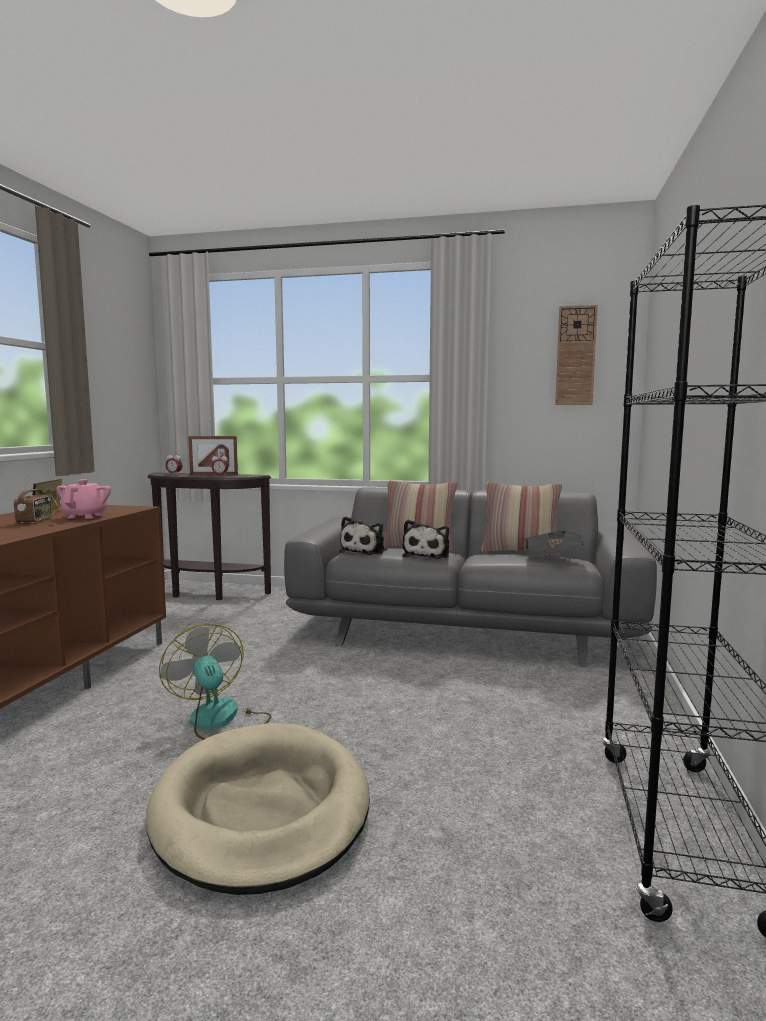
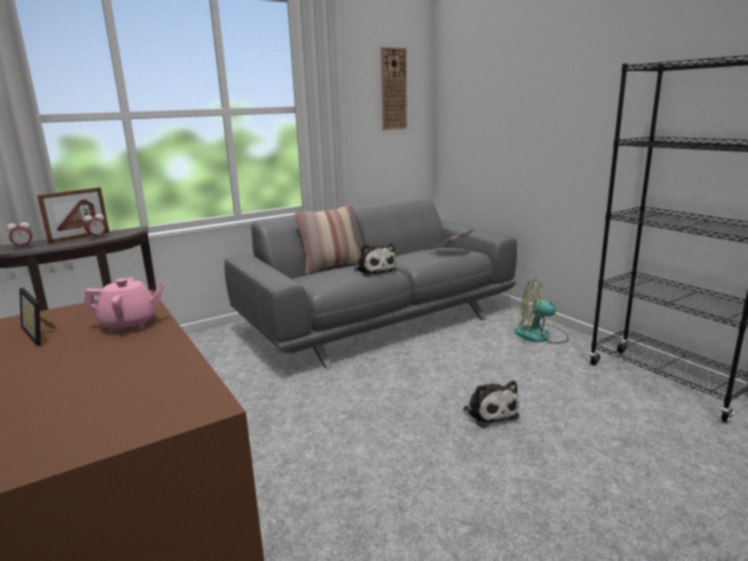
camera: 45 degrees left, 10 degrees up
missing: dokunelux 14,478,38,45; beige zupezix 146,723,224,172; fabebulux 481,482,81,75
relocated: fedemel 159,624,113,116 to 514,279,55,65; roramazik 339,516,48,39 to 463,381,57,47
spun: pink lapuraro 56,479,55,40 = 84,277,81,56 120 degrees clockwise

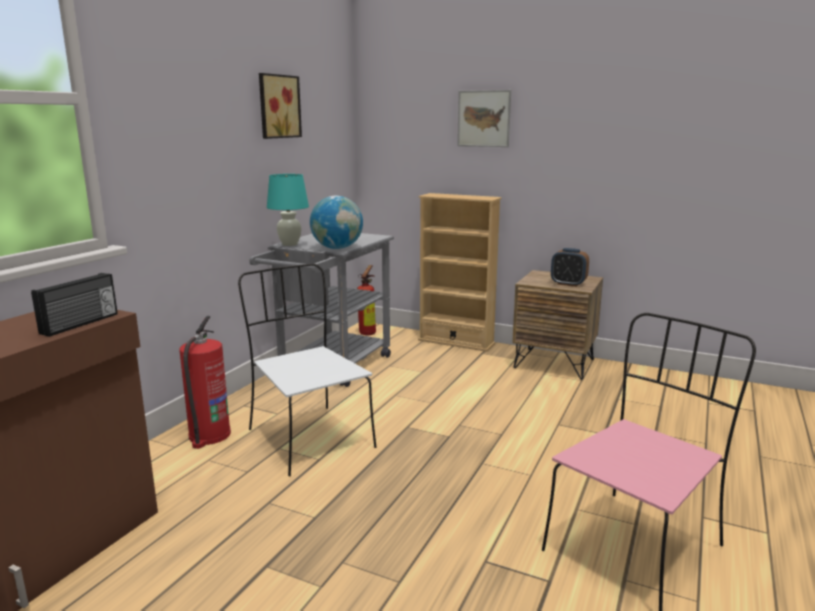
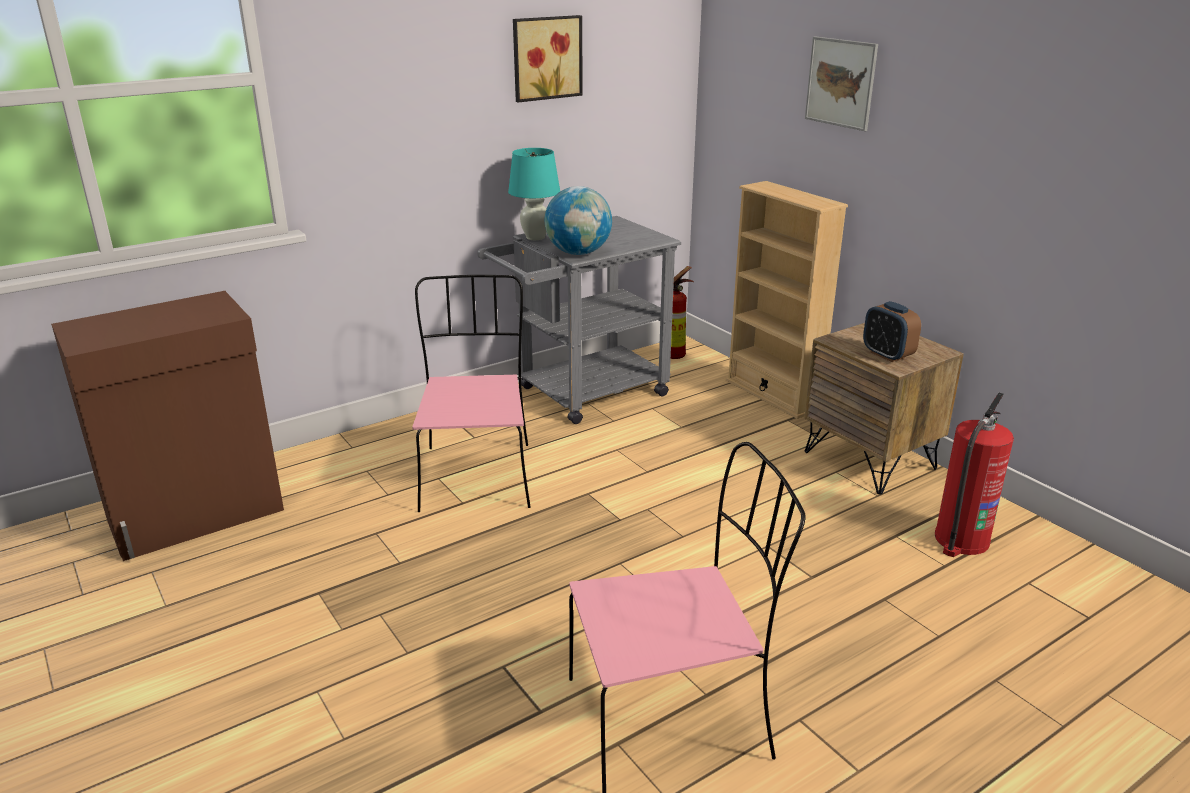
camera: 30 degrees right, 10 degrees up
missing: dokunelux 31,273,87,64
relocated: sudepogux 179,316,52,133 to 935,393,79,164
colour: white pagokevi 238,264,139,212 to pink pagokevi 412,275,119,237

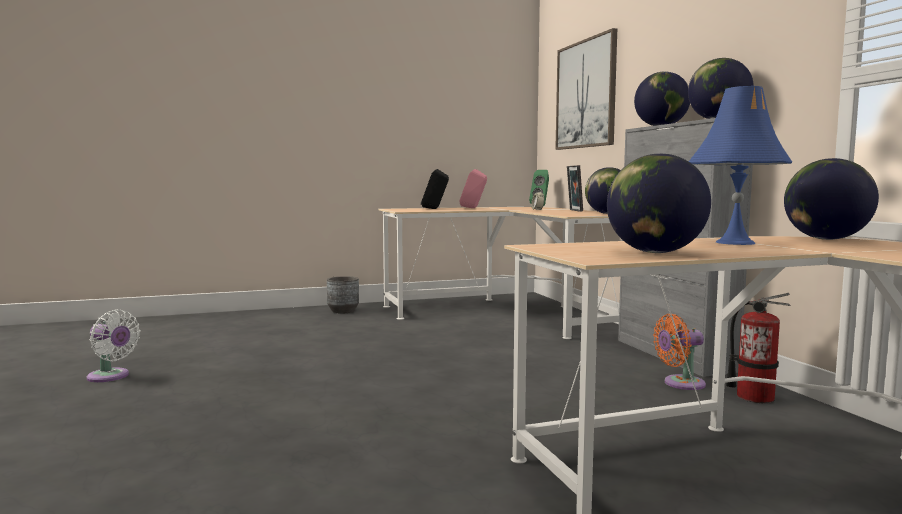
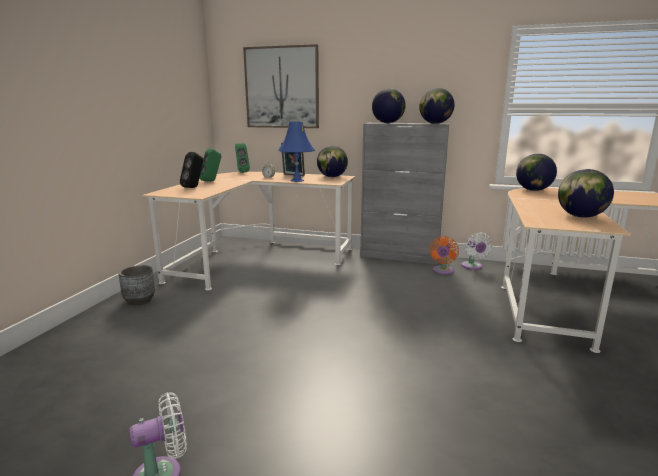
camera: 55 degrees left, 10 degrees up
relocated: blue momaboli 689,86,103,159 to 278,121,37,61
exchanged: sudepogux 726,293,64,110 to white fedemel 461,233,31,37
colour: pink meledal 459,169,28,39 to green meledal 200,148,21,34

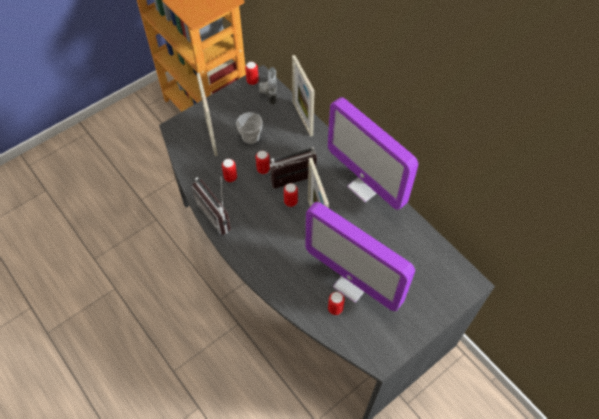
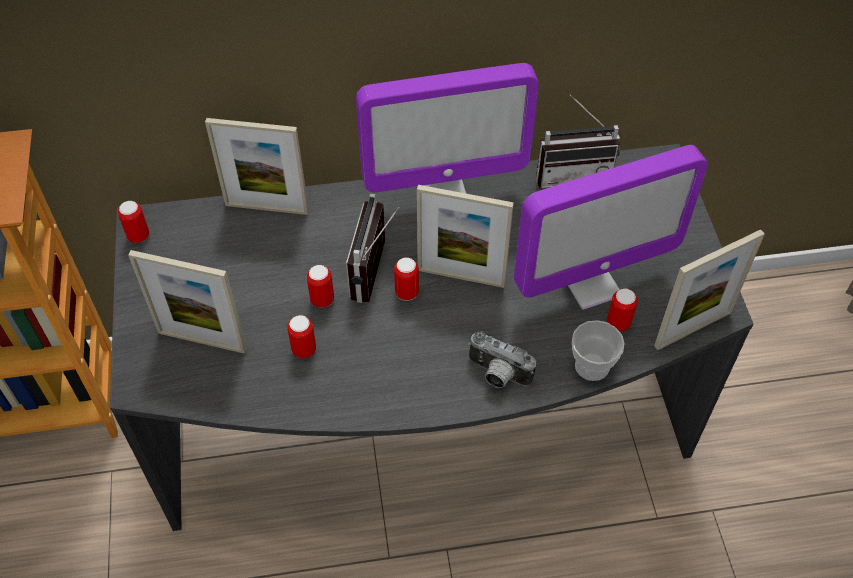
camera: 60 degrees left, 5 degrees down
appeared: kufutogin 654,229,111,121
relocated: dokunelux 192,173,39,62 to 536,94,84,94; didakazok 236,112,27,32 to 572,320,53,61; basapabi 259,67,17,38 to 468,331,68,57

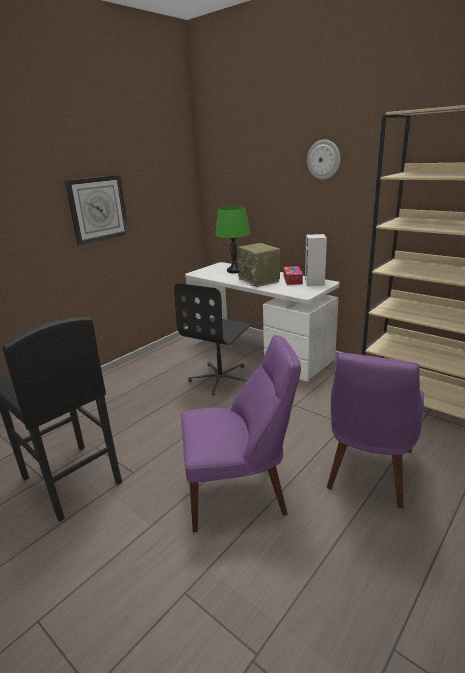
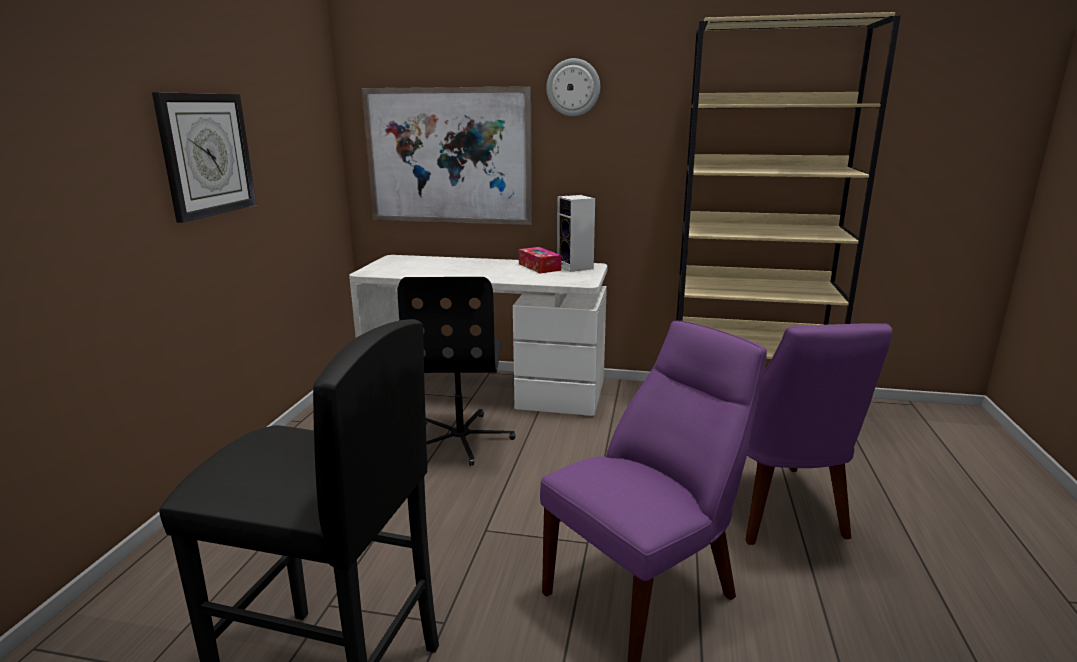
camera: 30 degrees left, 5 degrees down
missing: green momaboli 216,206,34,67; dokunelux 237,243,43,44
appeared: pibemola 361,86,171,139

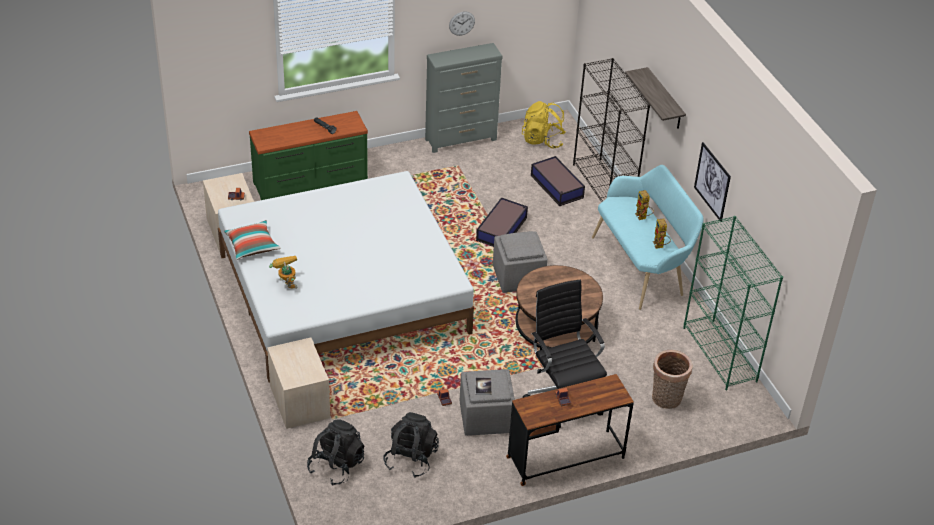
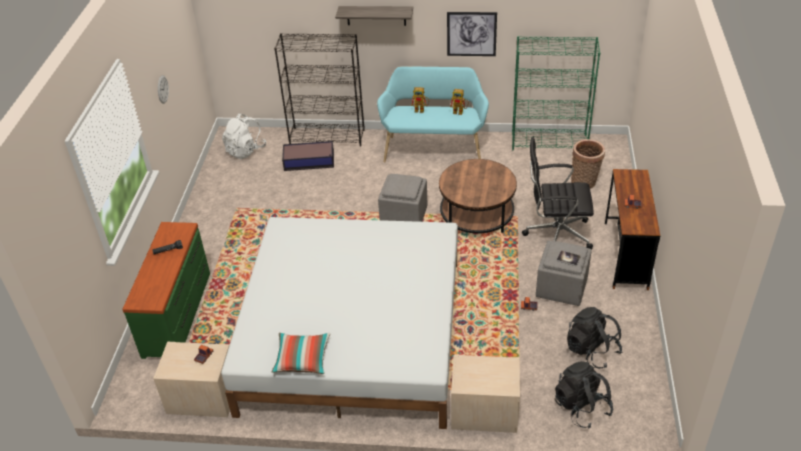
camera: 60 degrees left, 0 degrees up
missing: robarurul 269,256,28,33; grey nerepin 425,43,78,110; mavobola 476,197,52,50
colour: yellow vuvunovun 522,101,44,48 to white vuvunovun 222,113,44,46

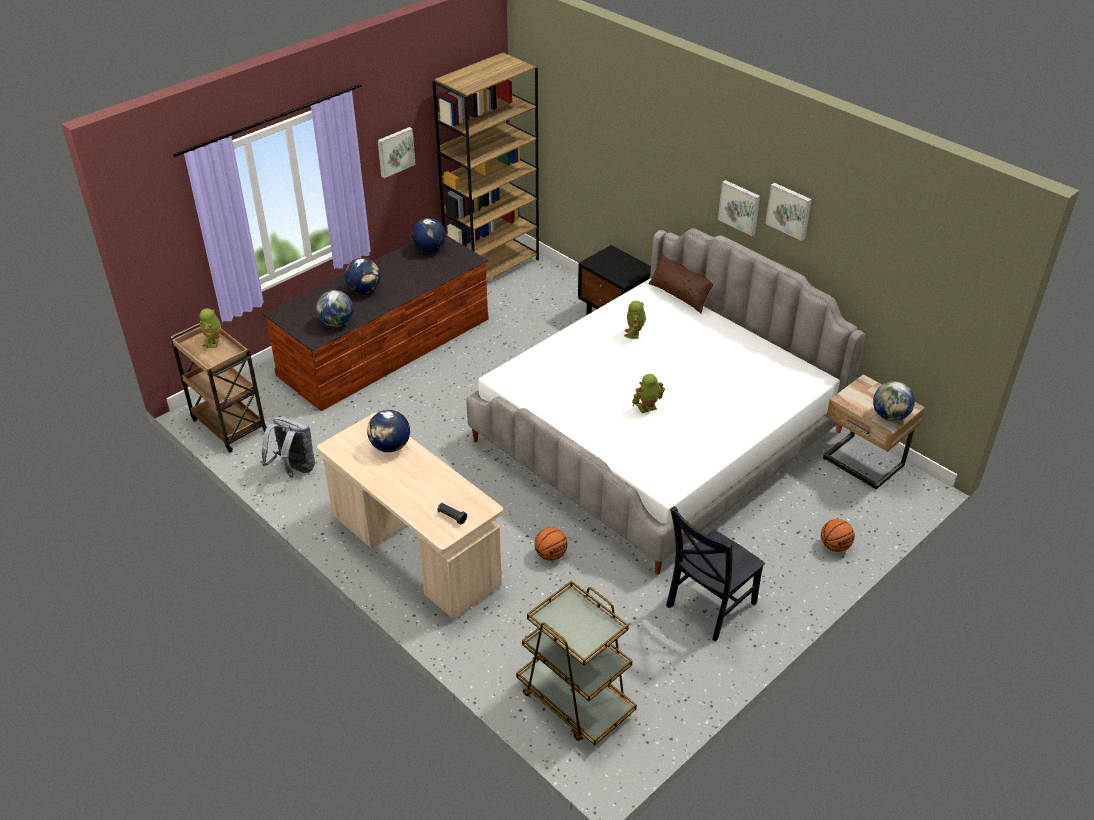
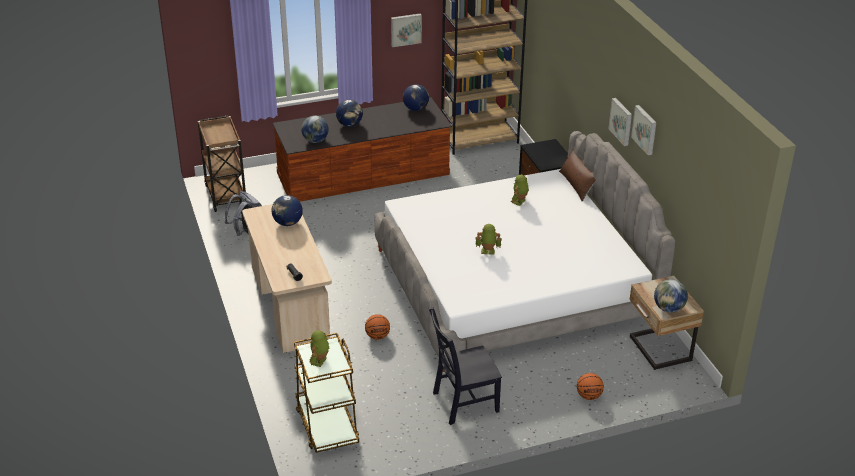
camera: 25 degrees right, 5 degrees down
relocated: robarurul 199,308,22,40 to 309,330,20,37

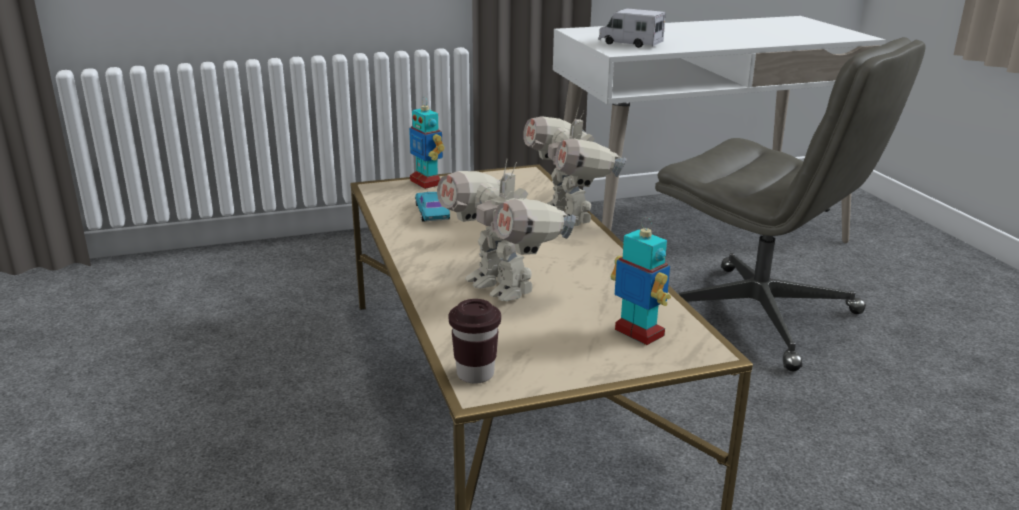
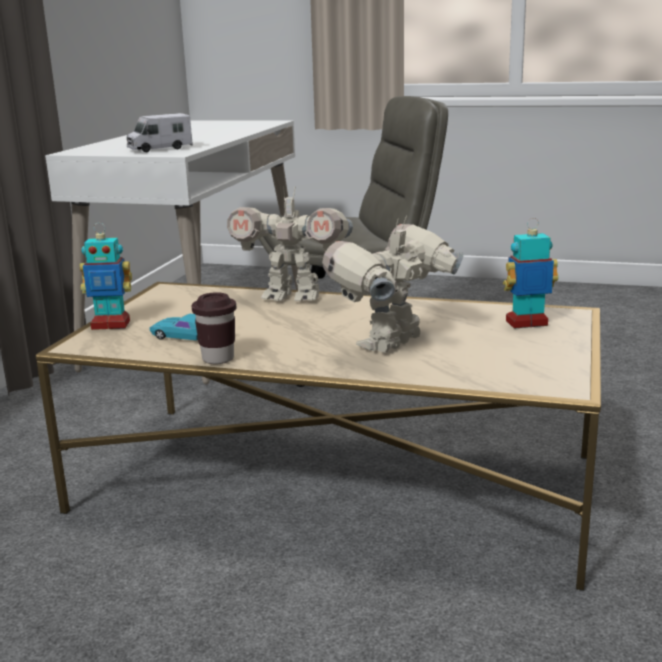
camera: 55 degrees left, 5 degrees down
relocated: brown didakazok 449,299,52,85 to 192,292,44,72
spun: robarurul 437,159,139,142 = 322,216,142,137 135 degrees clockwise

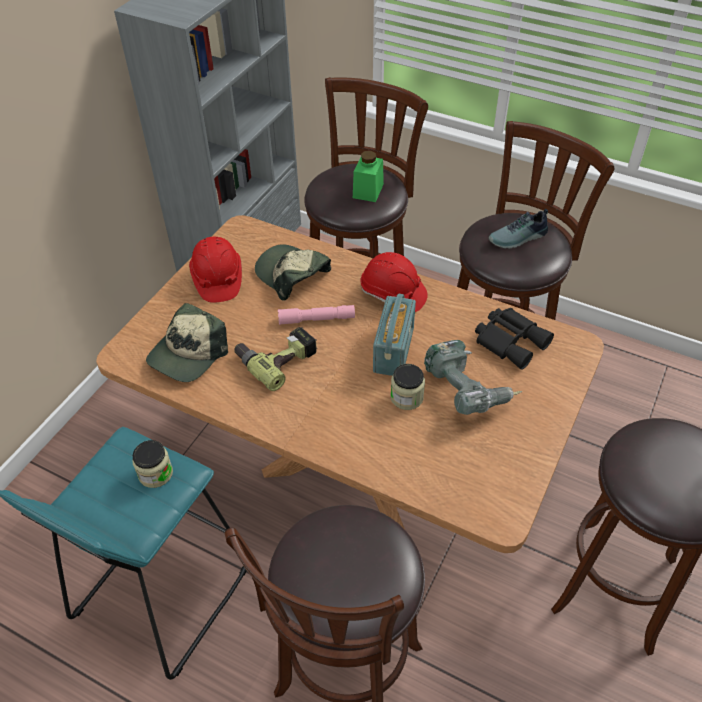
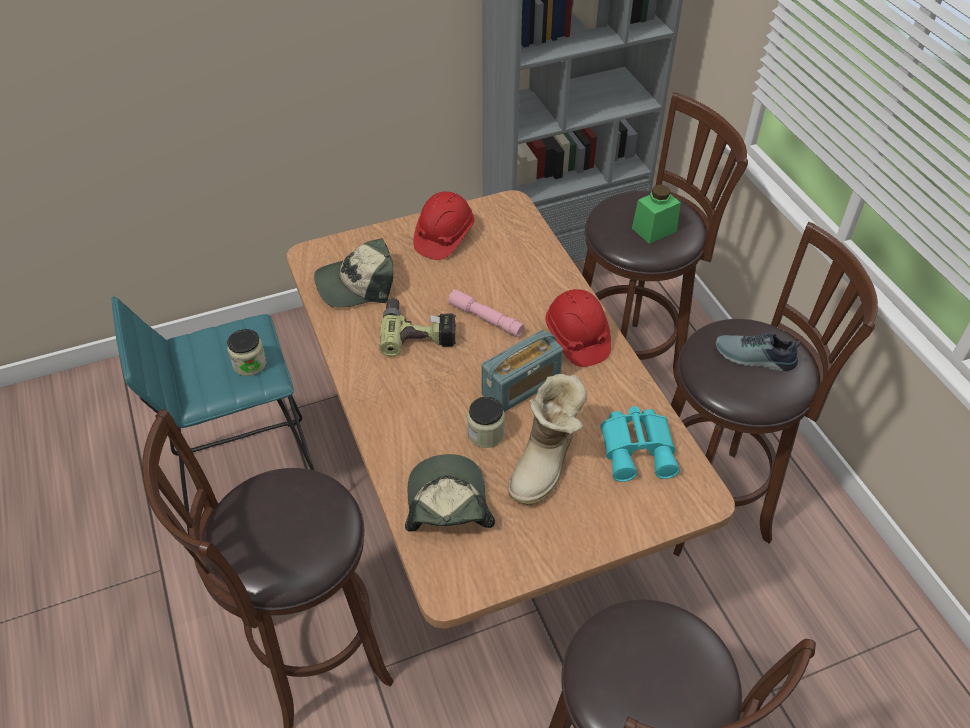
camera: 40 degrees right, 0 degrees up
relocated: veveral 255,244,76,57 to 405,454,90,78
exchanged: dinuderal 424,340,98,75 to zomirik 508,374,79,131
colour: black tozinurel 475,308,79,62 to turquoise tozinurel 600,406,80,76

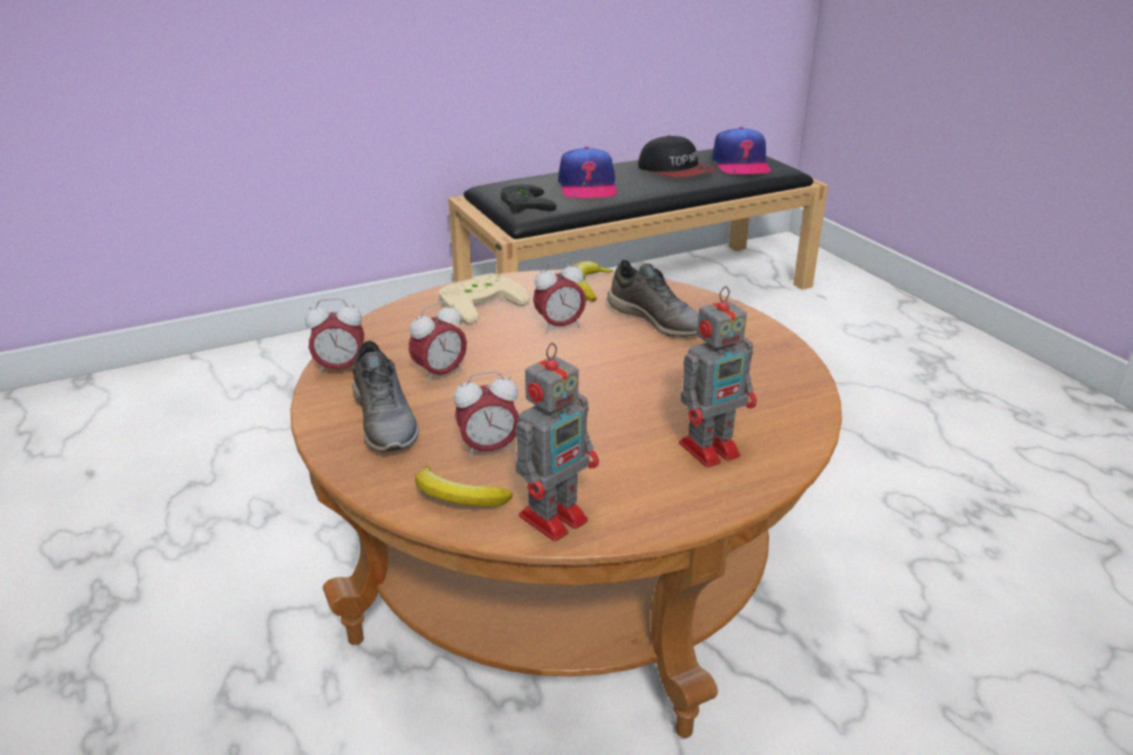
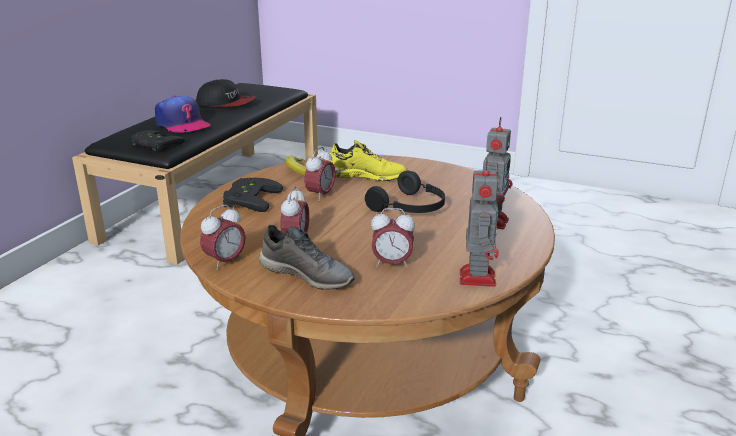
camera: 40 degrees left, 5 degrees down
missing: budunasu 415,466,98,41; veveral 712,127,59,47
appeared: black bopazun 365,171,80,42
colour: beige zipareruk 438,273,92,52 to black zipareruk 223,177,60,35; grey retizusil 607,260,92,77 to yellow retizusil 330,140,77,41
spun: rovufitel 454,371,65,88 = 371,208,44,60 60 degrees clockwise

